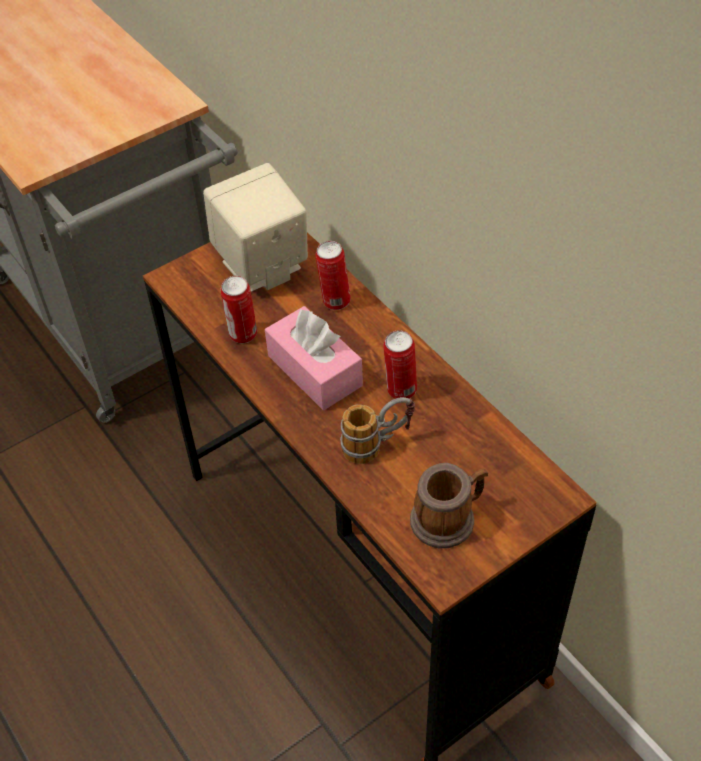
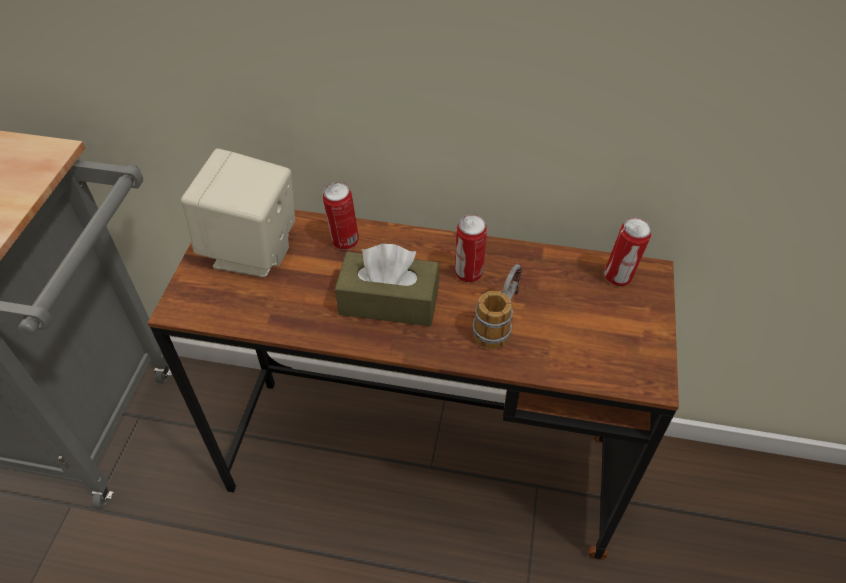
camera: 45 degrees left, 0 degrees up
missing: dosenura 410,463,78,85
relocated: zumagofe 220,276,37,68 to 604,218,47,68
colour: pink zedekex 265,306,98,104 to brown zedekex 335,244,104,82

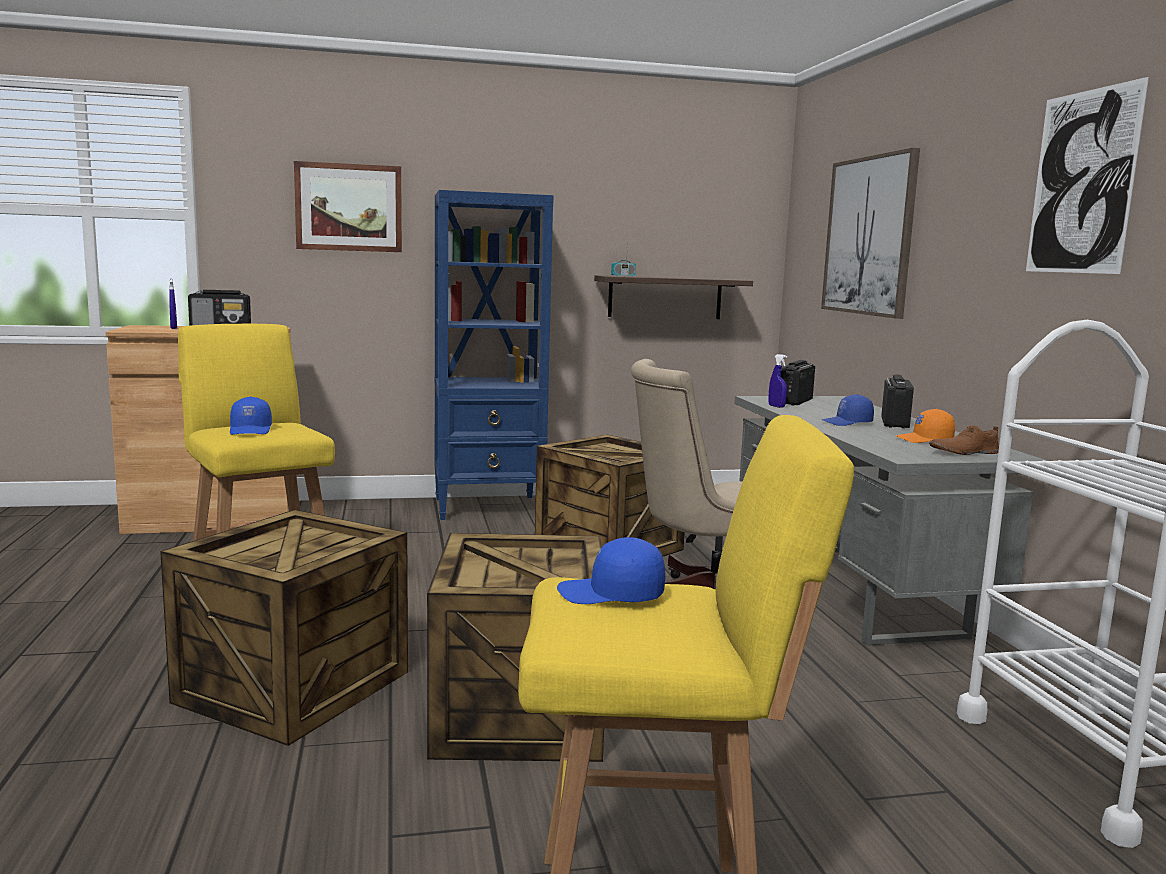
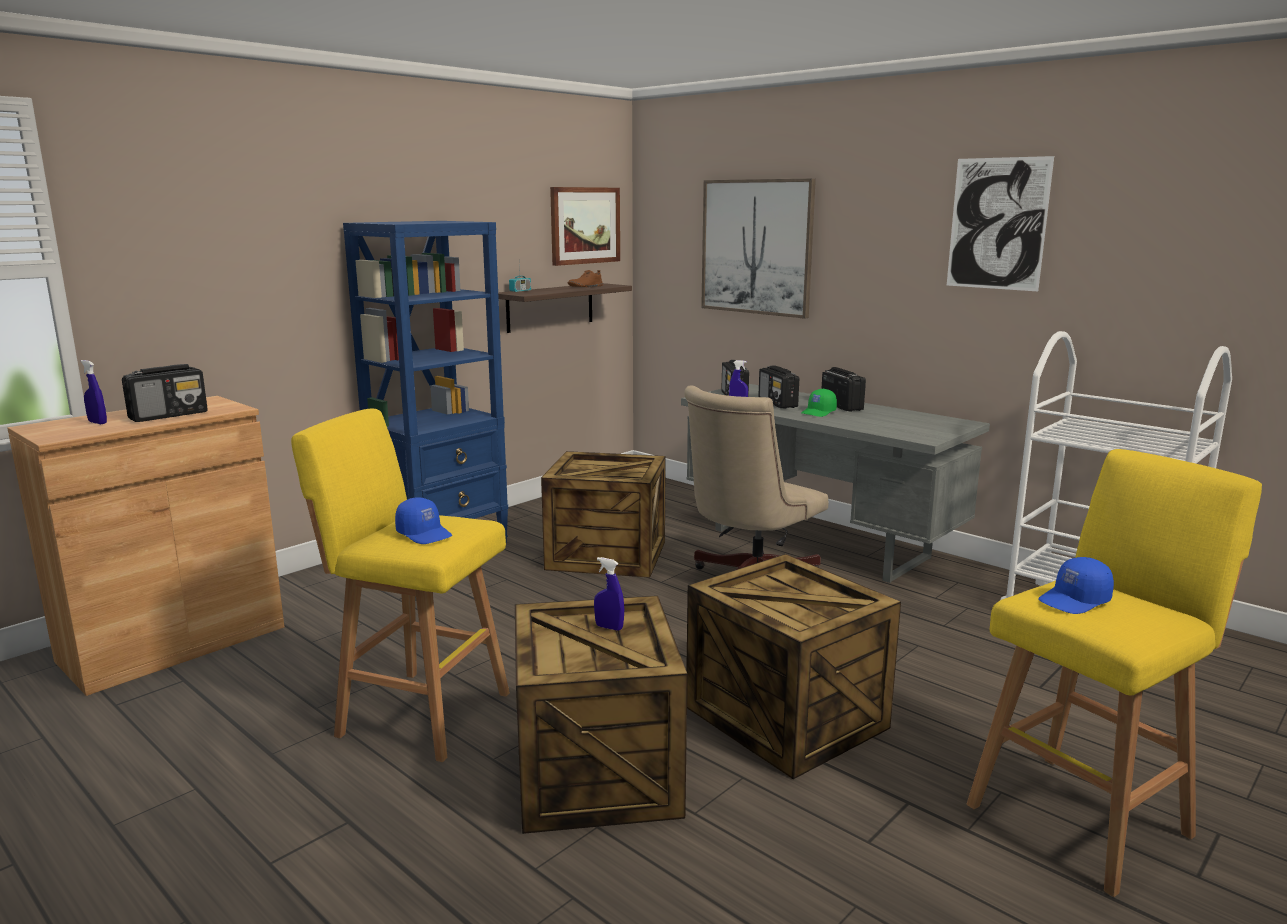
camera: 35 degrees left, 5 degrees up
missing: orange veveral 896,409,59,34
appeared: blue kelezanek 594,557,30,74; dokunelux 758,365,41,44
relocated: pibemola 294,161,108,91 to 550,187,70,79; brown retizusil 929,425,70,30 to 567,270,36,17
colour: blue veveral 822,394,52,32 to green veveral 801,389,36,28

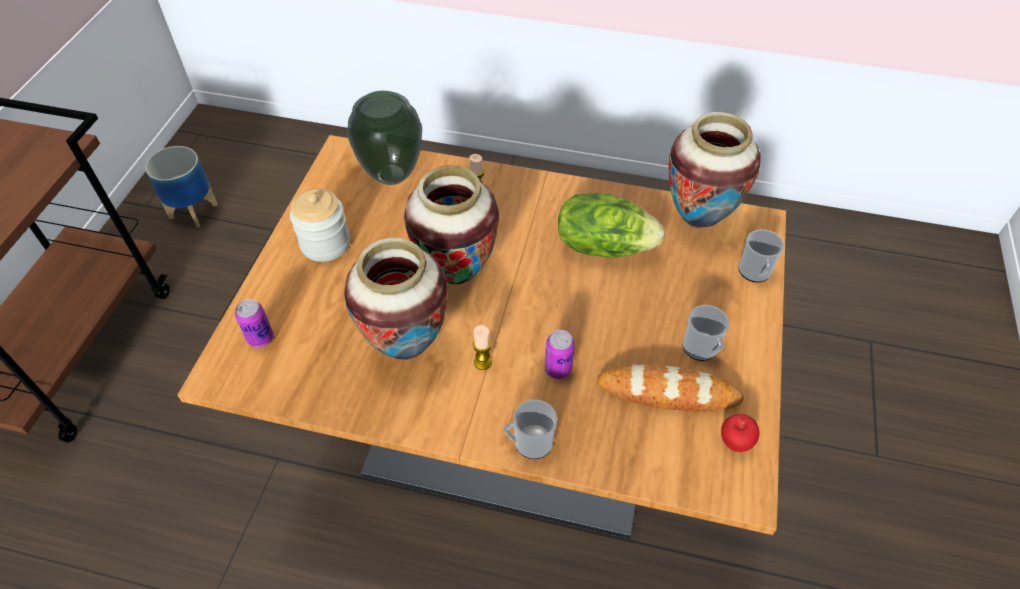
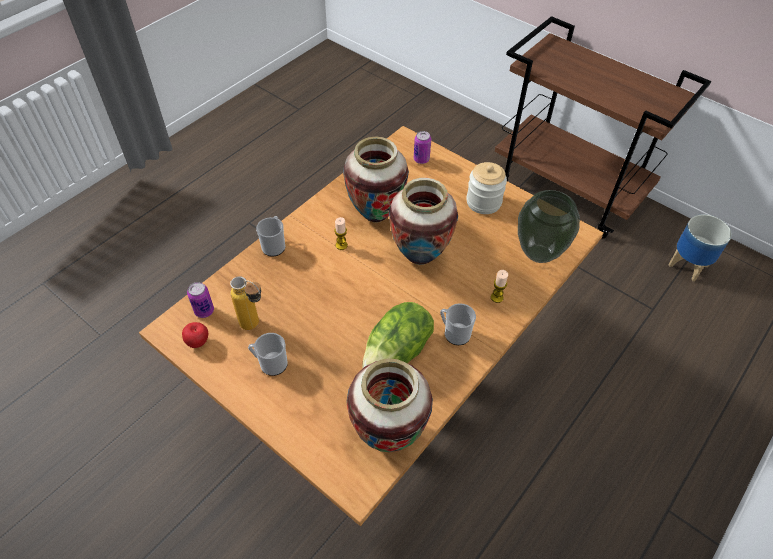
camera: 115 degrees right, 0 degrees up
relocated: zumagofe 545,330,30,49 to 187,282,27,36; dosenura 739,229,45,54 to 440,303,36,42
exchanged: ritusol 597,364,147,47 to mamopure 230,276,31,54

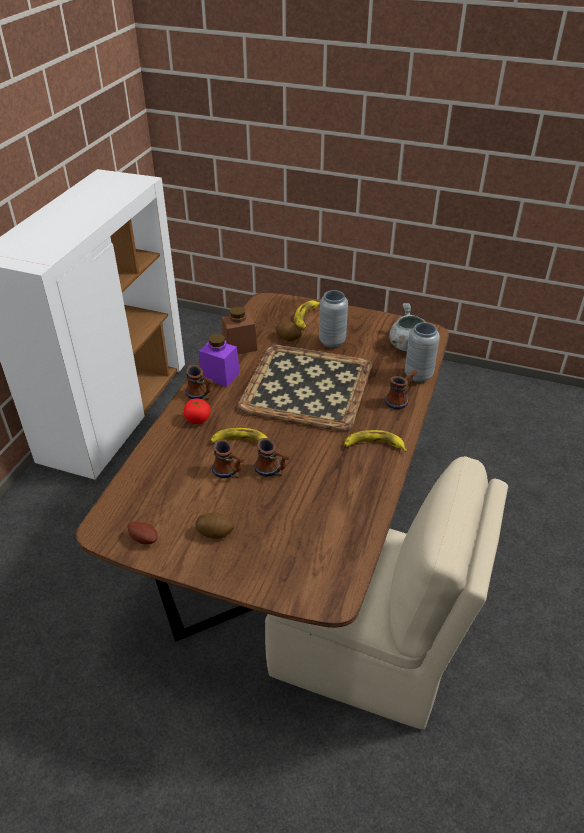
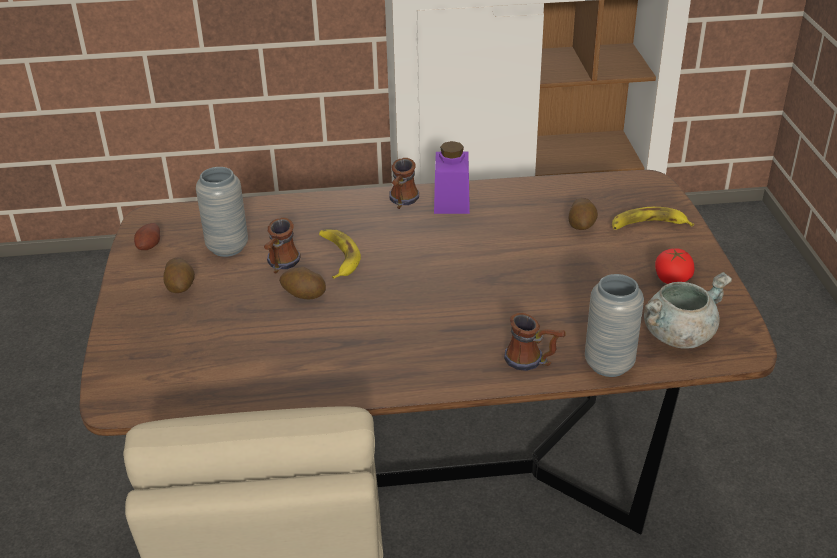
camera: 65 degrees right, 5 degrees down
missing: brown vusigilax 222,307,35,47; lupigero 237,345,135,87; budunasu 344,430,63,22
relocated: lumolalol 184,398,27,26 to 655,248,40,36; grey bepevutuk 319,290,29,58 to 196,167,52,90
exchanged: dosenura 254,438,36,39 to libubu 279,267,47,32

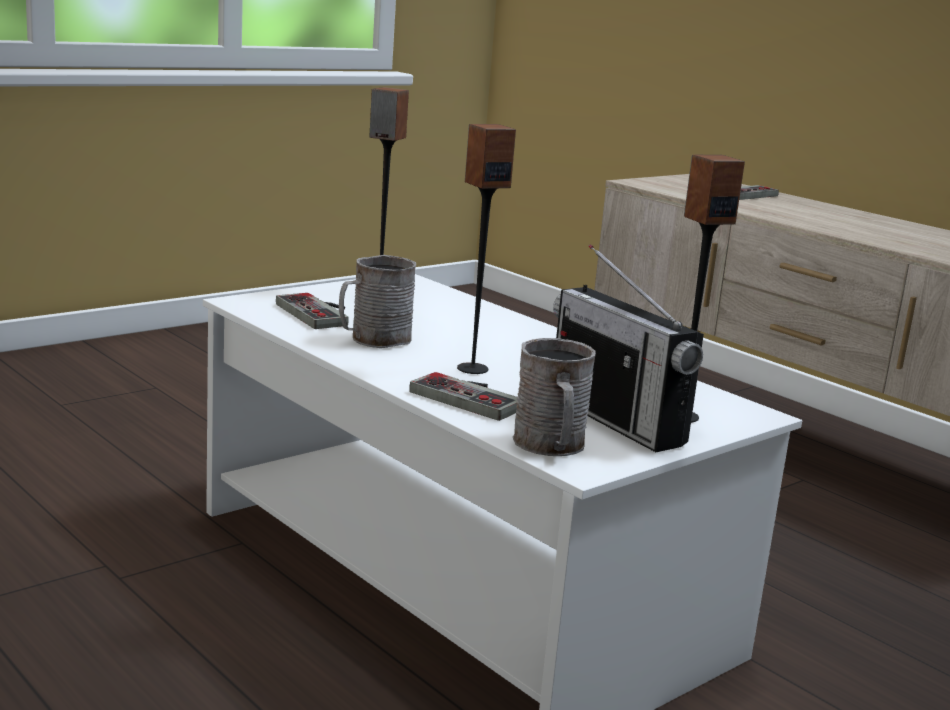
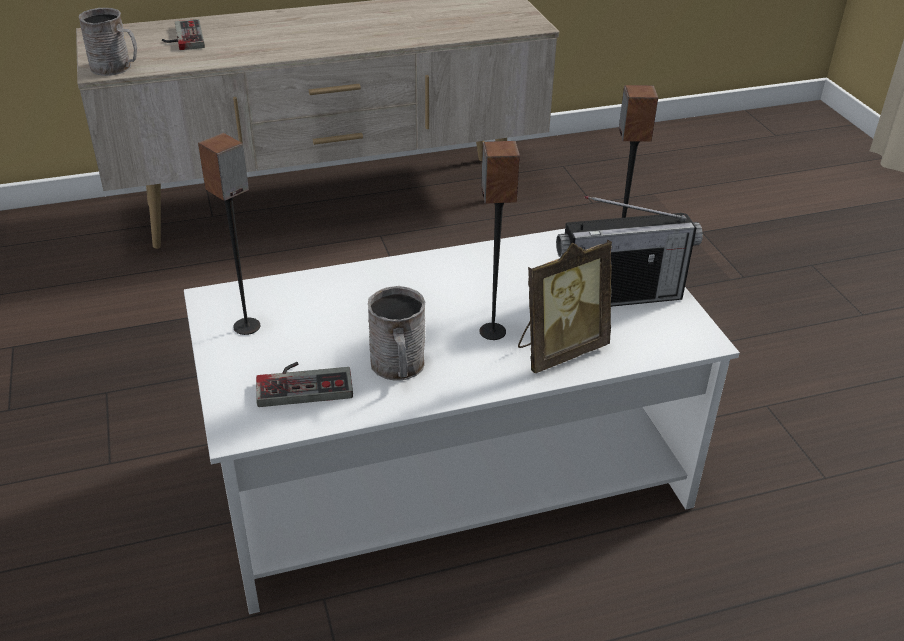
camera: 65 degrees left, 20 degrees up
relocated: grey dosenura 513,338,83,118 to 79,8,58,68
exchanged: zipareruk 409,372,108,49 to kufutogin 518,239,94,134

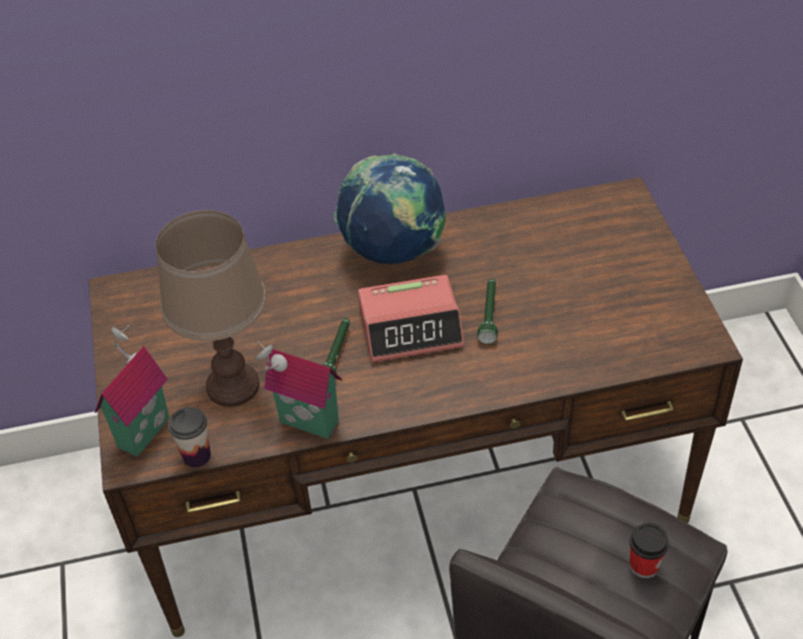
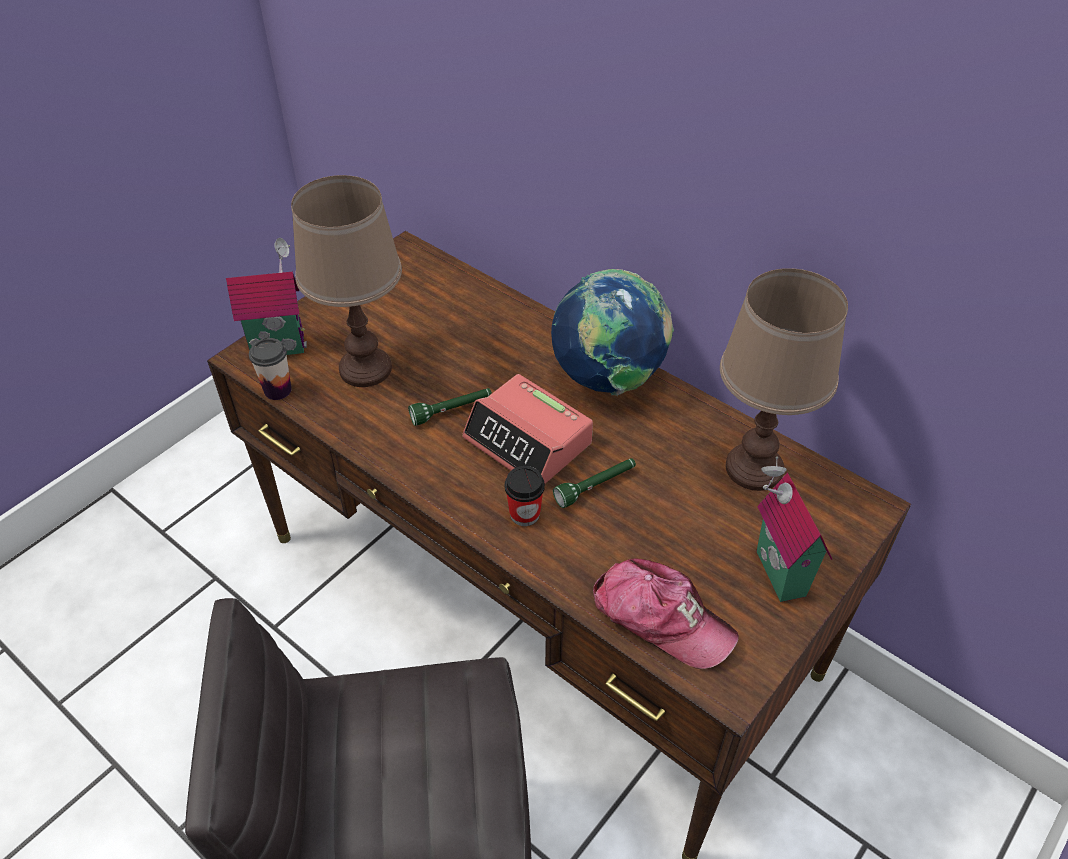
camera: 50 degrees right, 0 degrees up
appeared: veveral 593,558,146,111; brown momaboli 720,268,128,223
relocated: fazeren 256,341,86,98 to 756,456,77,146; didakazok 630,523,39,55 to 505,466,40,60

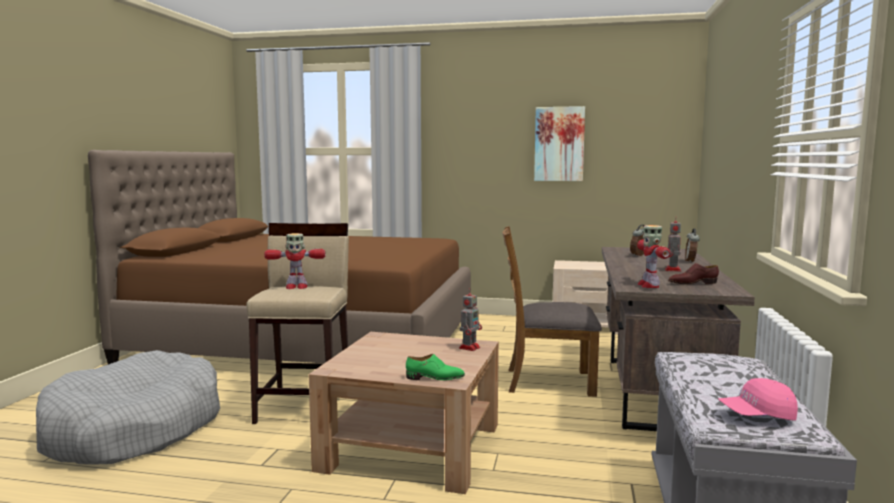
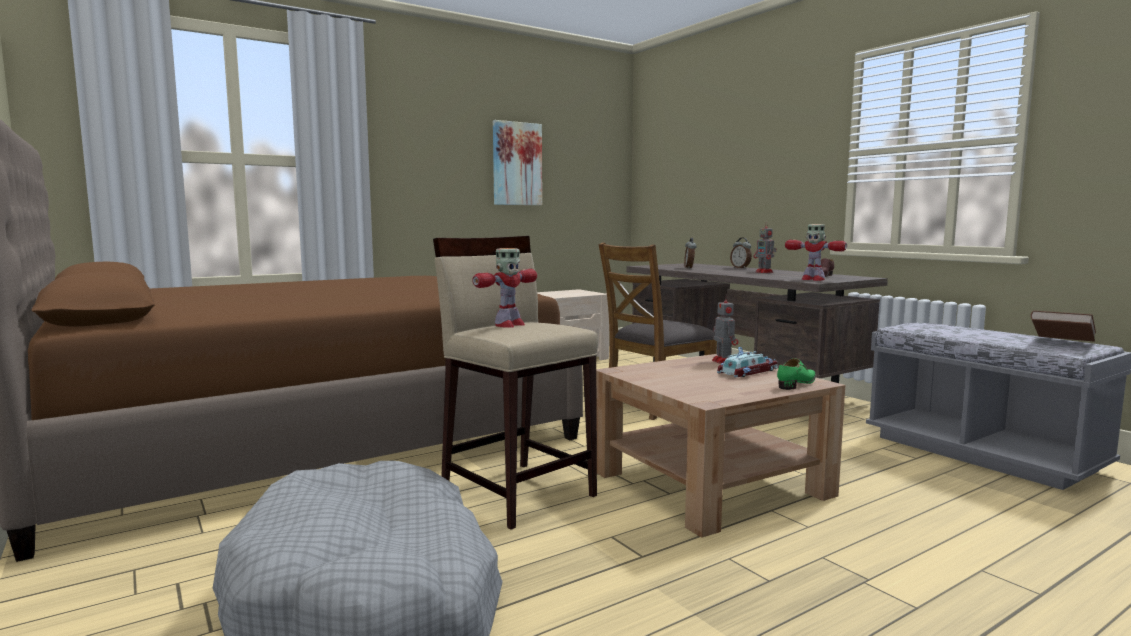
camera: 45 degrees left, 0 degrees up
appeared: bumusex 717,347,61,30
exchanged: pink veveral 718,378,80,43 to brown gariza 1031,311,65,31

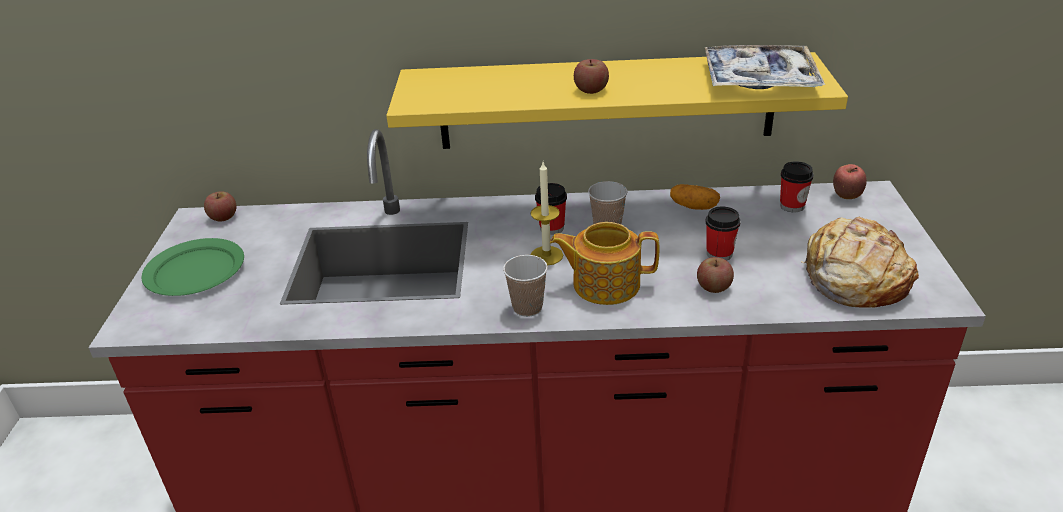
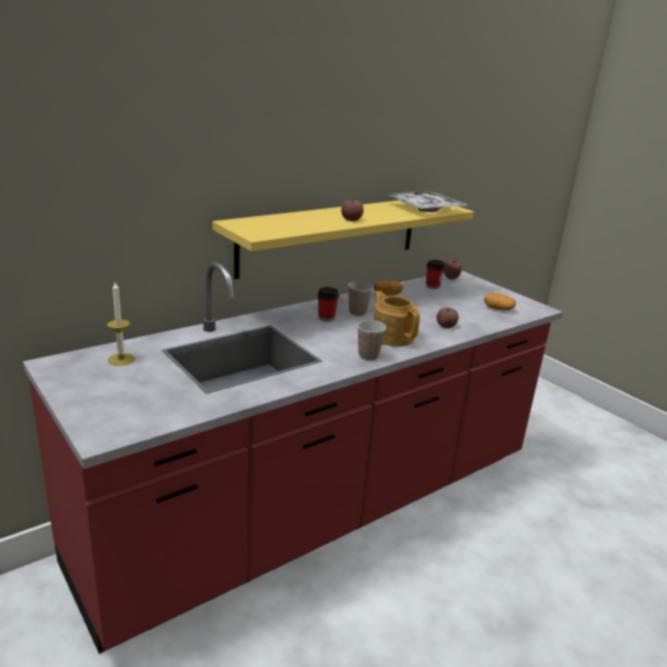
camera: 40 degrees left, 10 degrees down
missing: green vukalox 141,238,103,58; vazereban 204,191,32,30; didakazok 706,207,35,54
relocated: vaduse 530,162,33,104 to 107,282,28,84
exchanged: ritusol 801,217,118,91 to libubu 484,293,32,17
spun: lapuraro 550,222,109,83 = 373,291,47,55 90 degrees clockwise

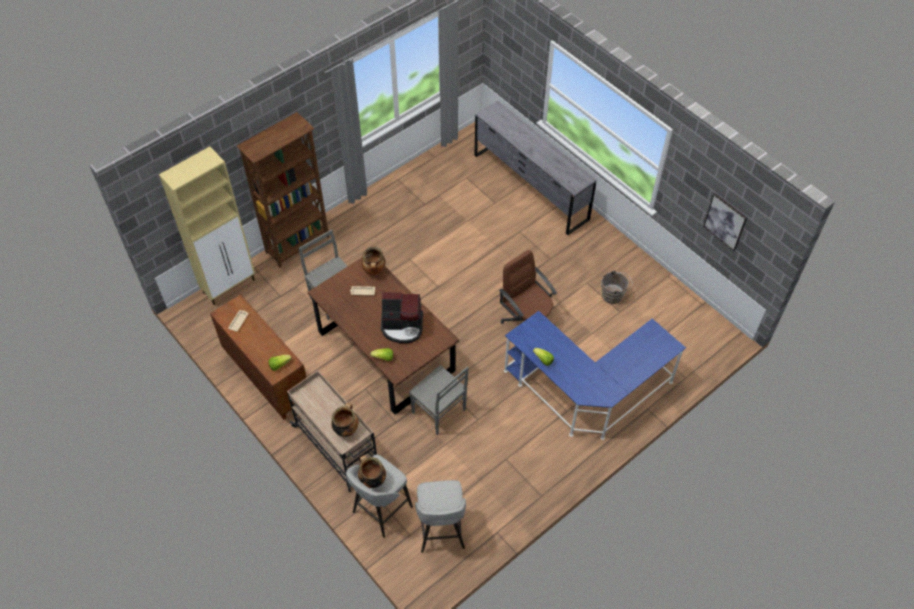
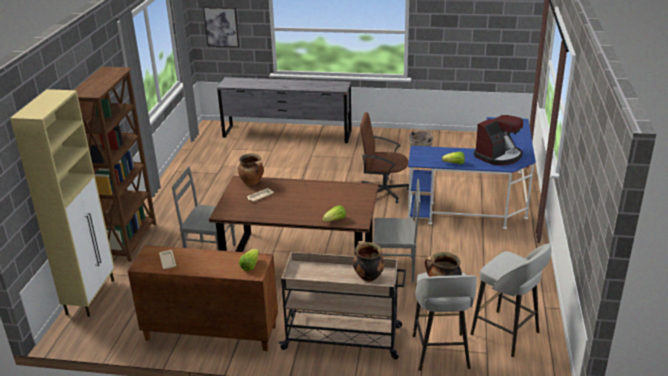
camera: 40 degrees left, 25 degrees down
relocated: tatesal 381,292,42,51 to 474,115,49,50; pibemola 703,193,44,58 to 203,7,36,40

